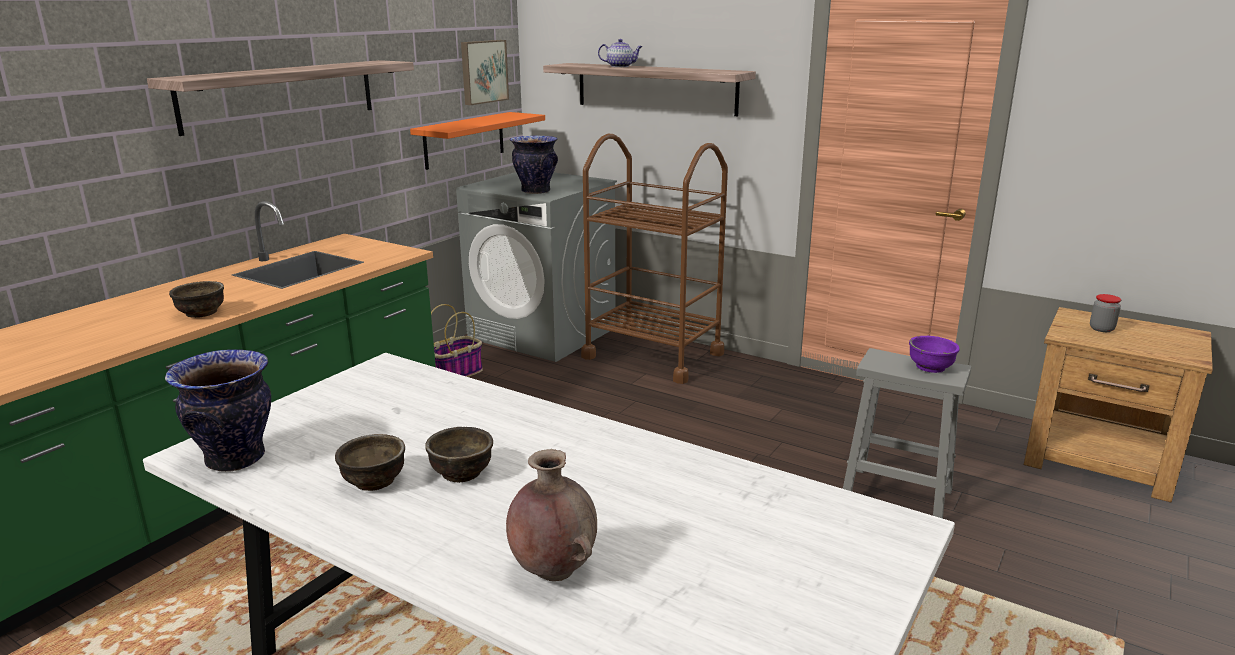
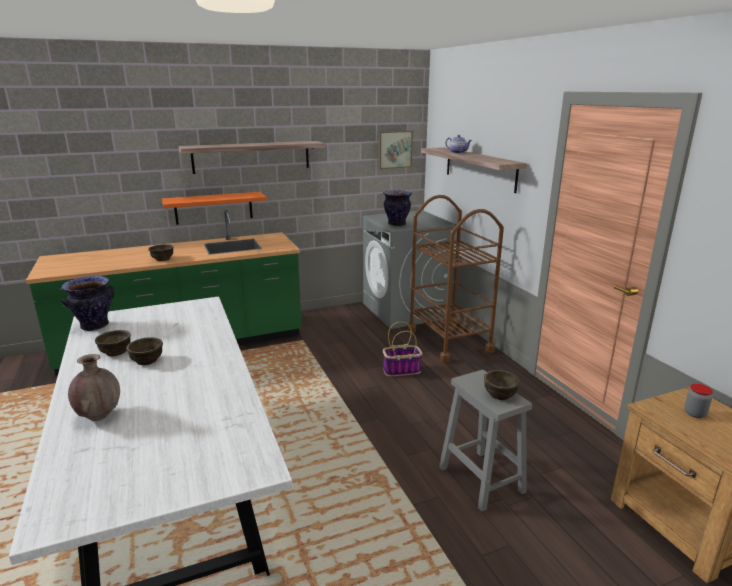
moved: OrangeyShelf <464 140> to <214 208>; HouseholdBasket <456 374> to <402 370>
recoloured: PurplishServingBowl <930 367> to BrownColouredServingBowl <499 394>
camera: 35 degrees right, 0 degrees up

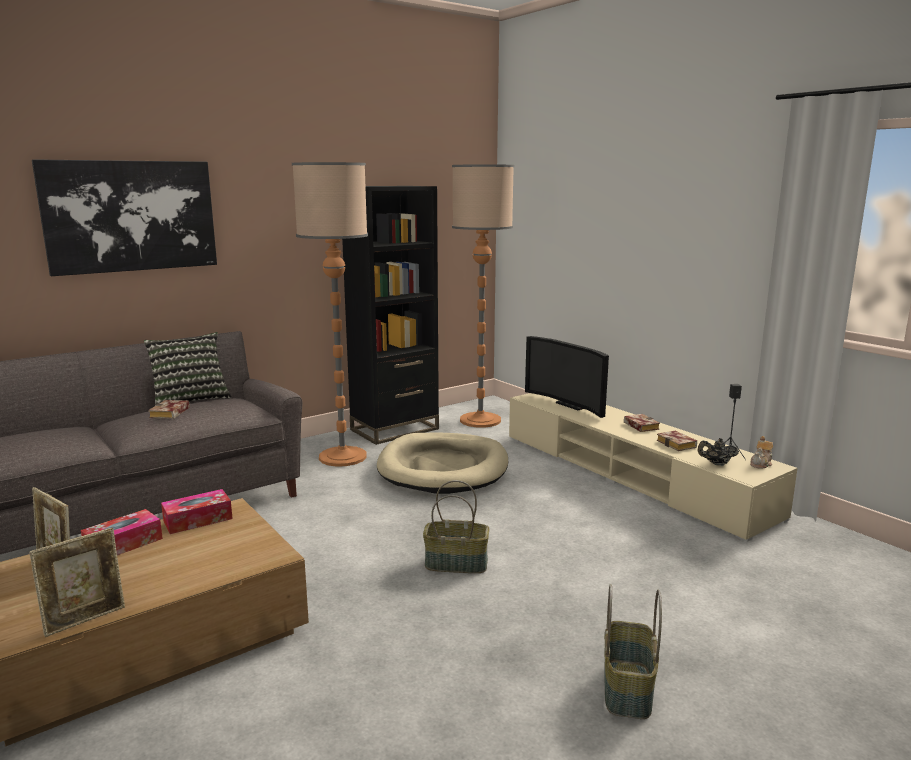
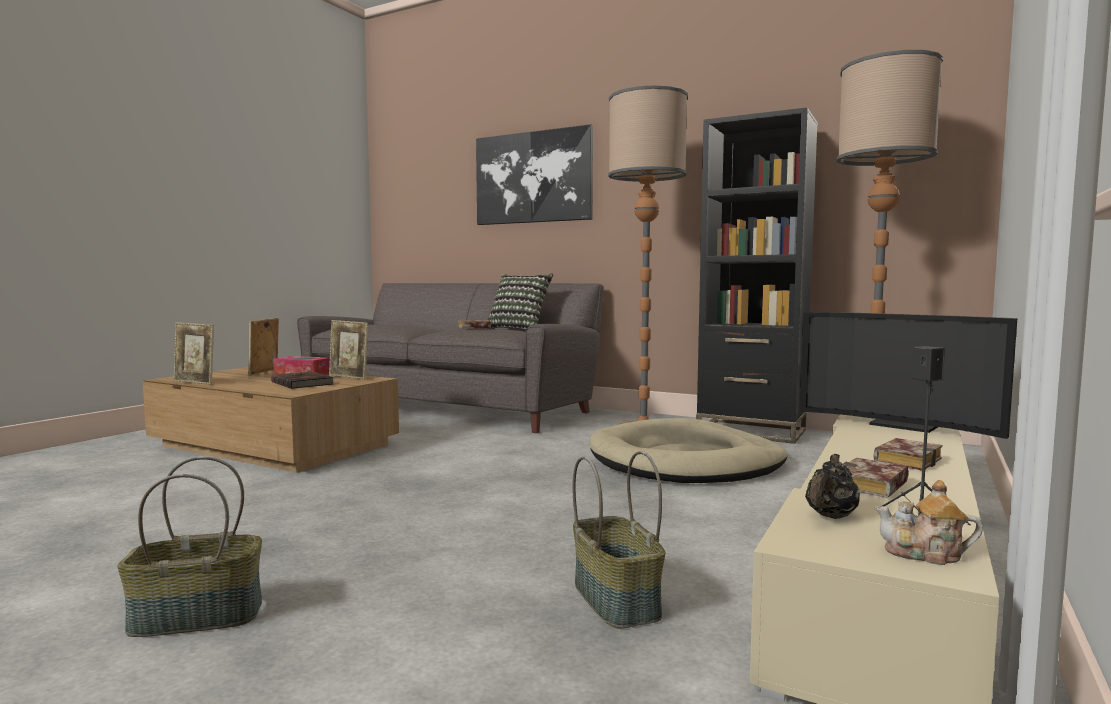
added: BrownColouredBook <303 383>
moved: HouseholdBasket <457 563> to <618 600>
replaced: BoxOfTissues <198 520> to PictureFrame <349 377>
turned: Tv <572 404> = <901 425> 75 degrees counterclockwise; BlackTeaPot <716 464> = <830 516> 120 degrees counterclockwise
camera: 65 degrees right, 10 degrees down

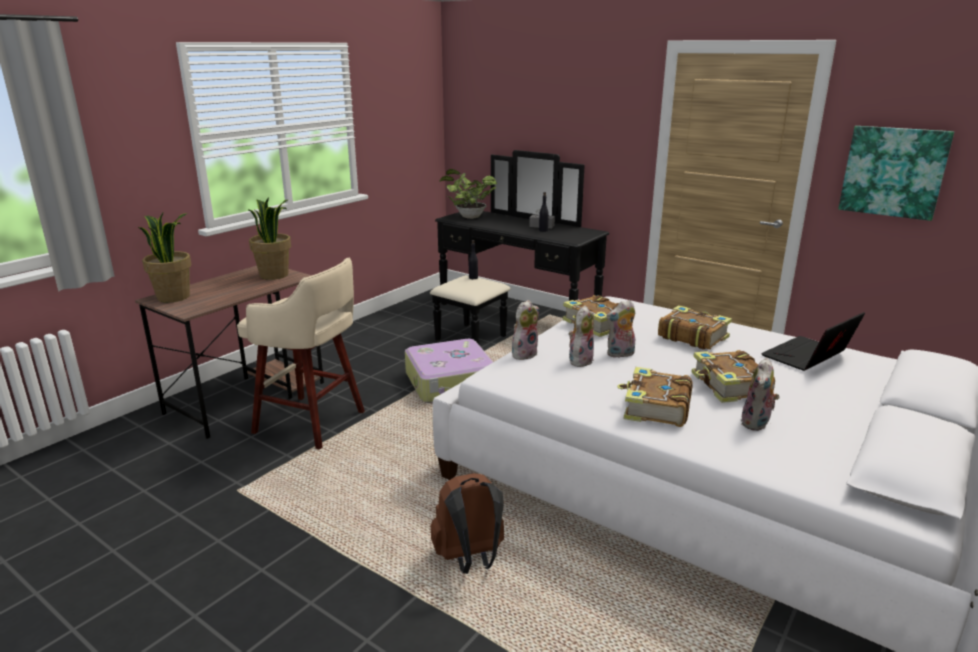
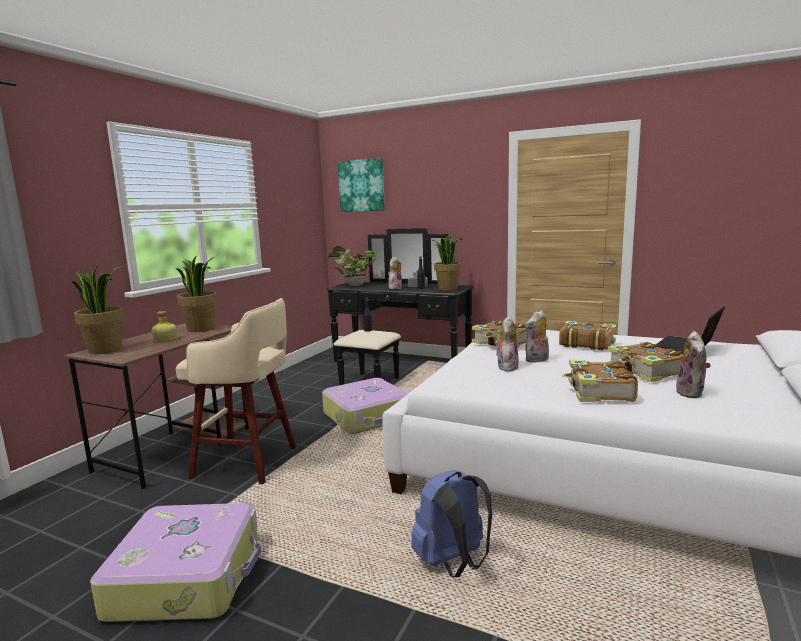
added: Suitcase <188 576>; BeverageBottle <165 339>; PottedPlant <447 289>
moved: SoftToy <524 353> to <395 288>; WallArt <893 172> to <362 185>
recoloured: BrownColouredBackpack <470 559> to BlueColouredBackpack <453 563>
camera: 10 degrees left, 10 degrees down

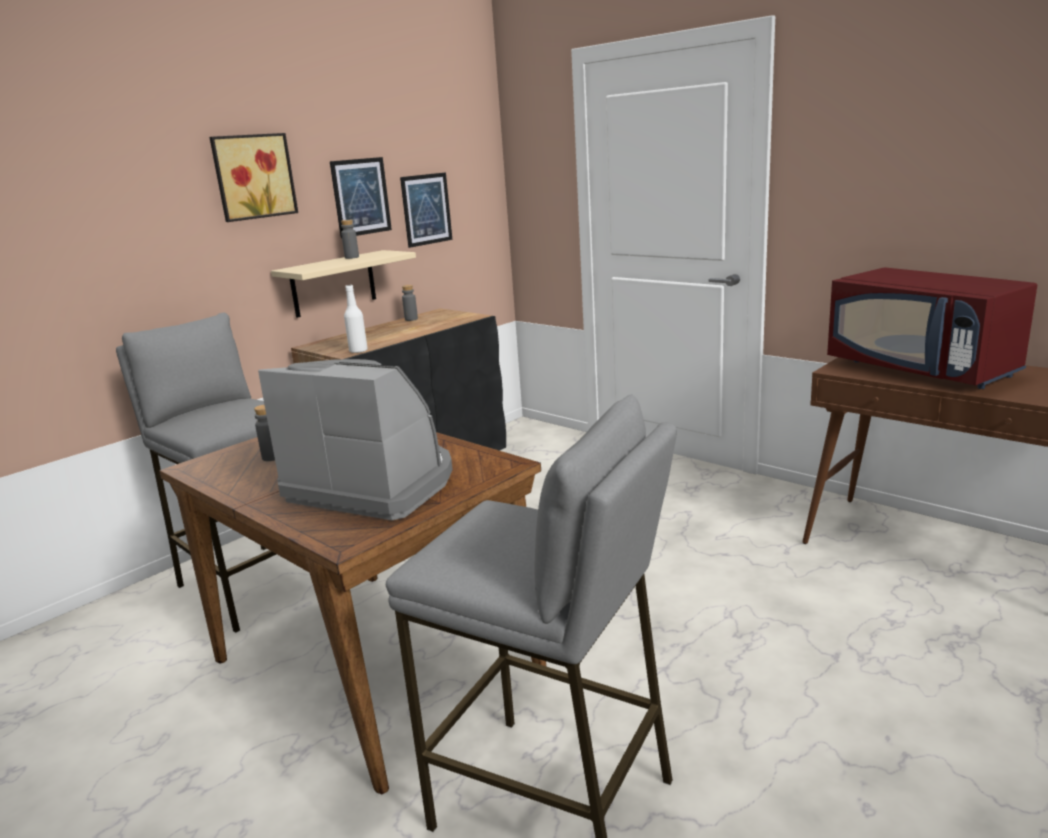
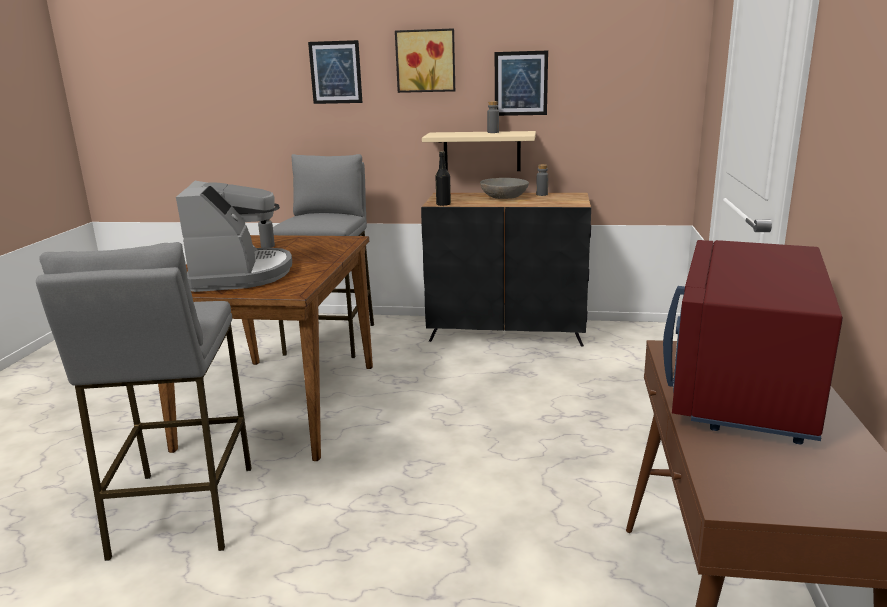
added: GreyishServingBowl <504 197>
moved: WallArt <426 209> to <335 72>
recoloured: WhiteBeverageBottle <358 351> to BlackBeverageBottle <443 204>
camera: 55 degrees right, 0 degrees up

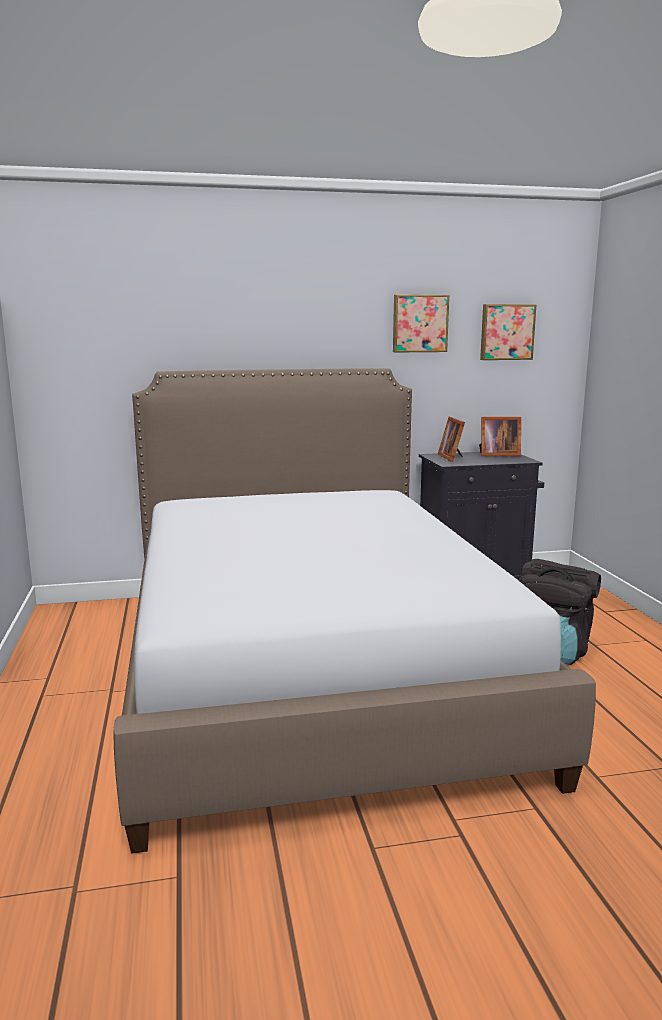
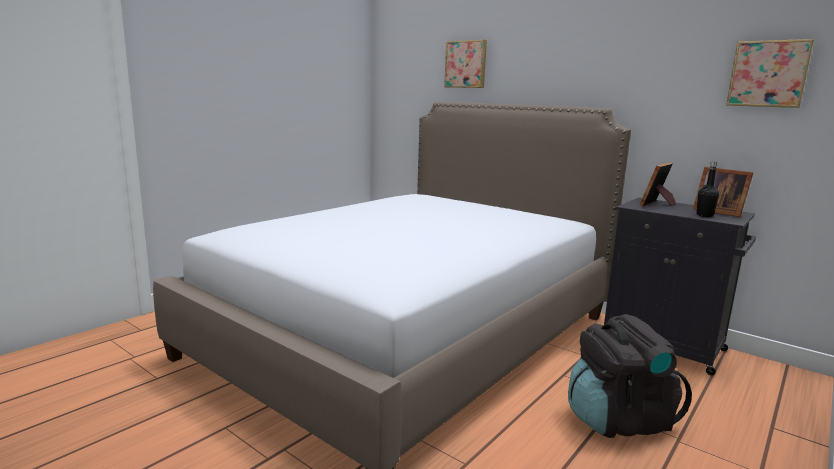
added: BlackBeverageBottle <704 215>
moved: WallArt <419 323> to <466 64>
camera: 50 degrees right, 0 degrees up

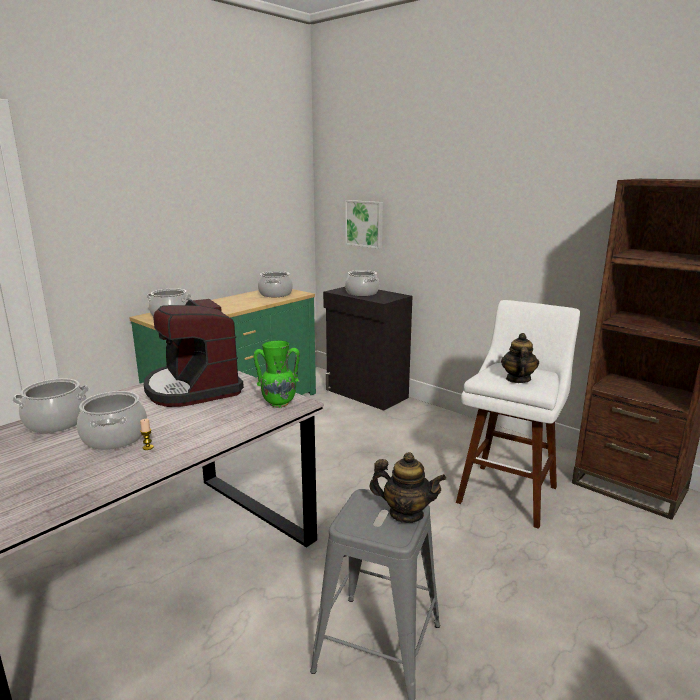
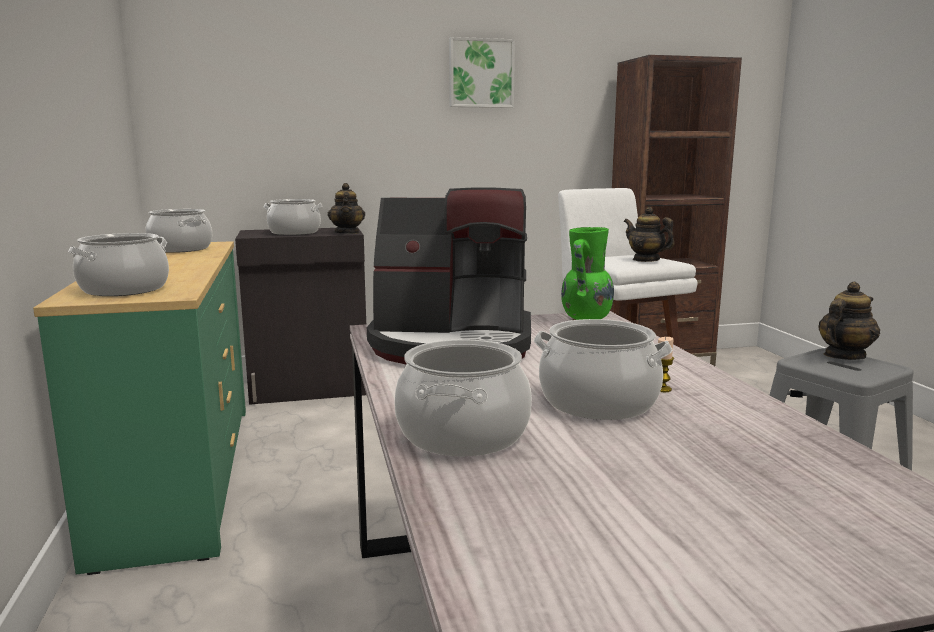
added: TeaPot <347 233>
moved: WallArt <365 223> to <481 73>
camera: 55 degrees left, 5 degrees down

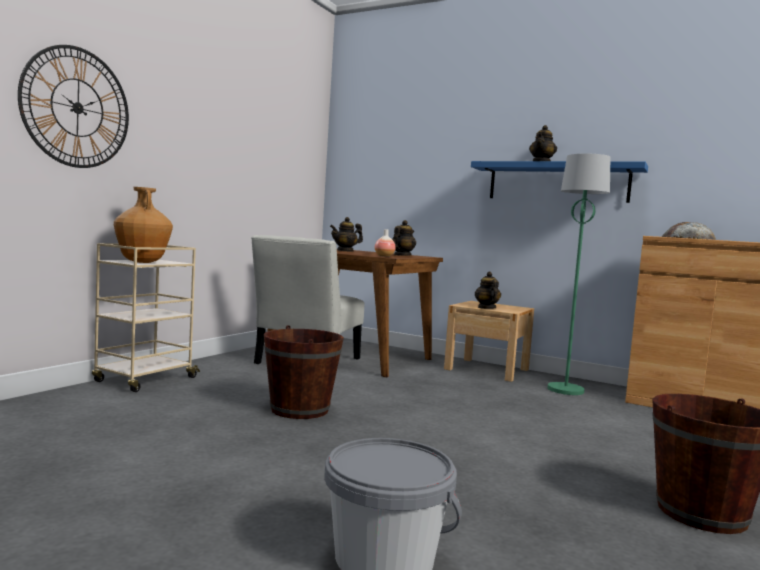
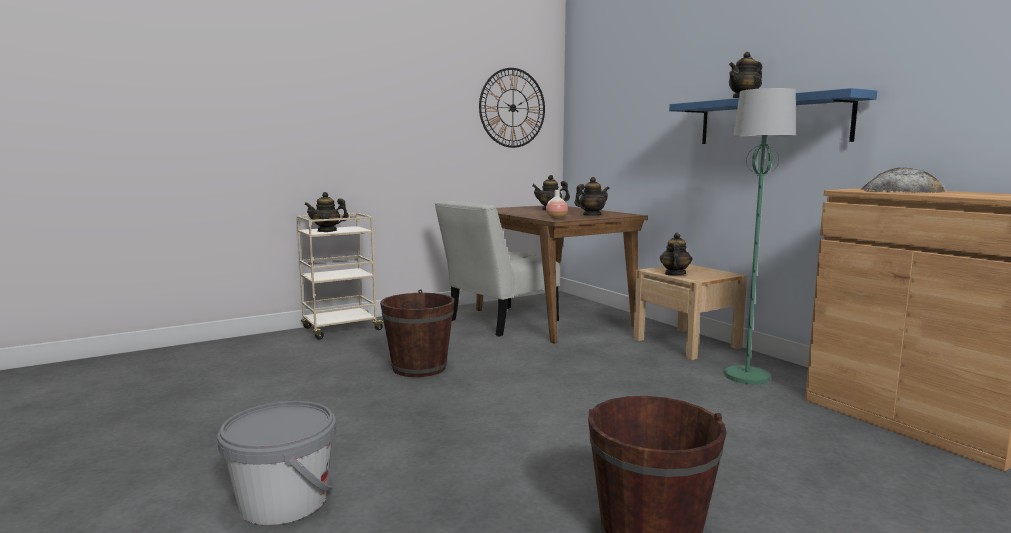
moved: WallClock <77 108> to <512 108>
replaced: BrownColouredDecorativeVase <142 262> to TeaPot <327 231>
camera: 30 degrees right, 5 degrees up

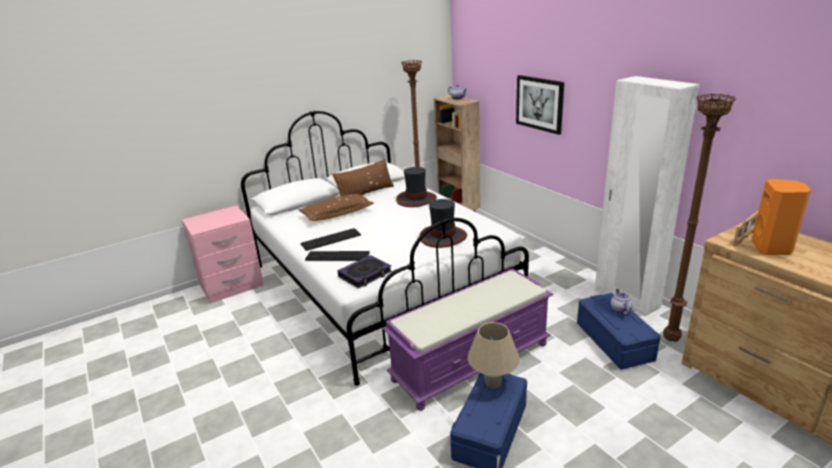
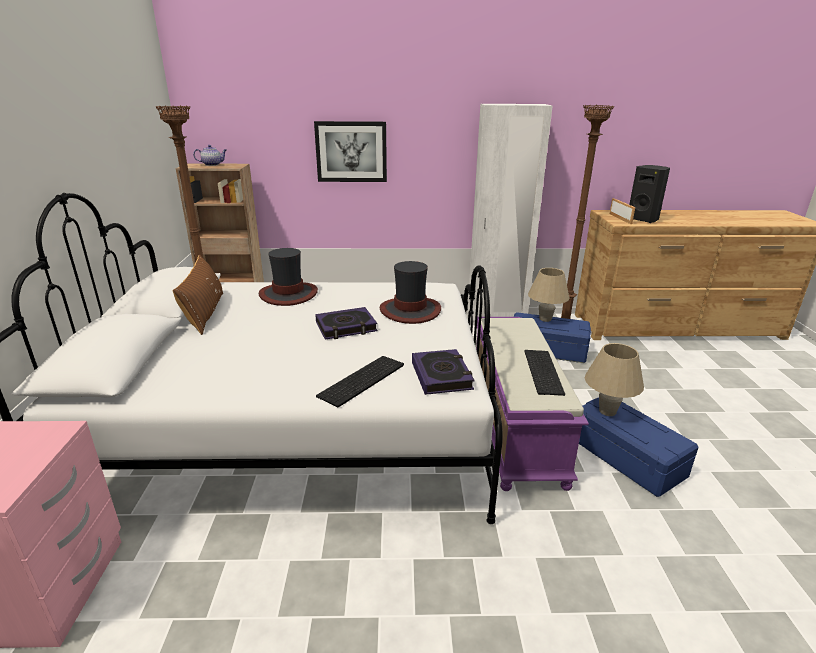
removed: BrownColouredThrowPillow <337 214>
added: Book <346 327>
moved: PcKeyboard <331 239> to <541 371>
replaced: TeaPot <620 310> to BeigeTableLamp <545 319>
recoloured: OrangeyAudioSpeaker <772 248> to BlackAudioSpeaker <643 219>
camera: 60 degrees left, 0 degrees up

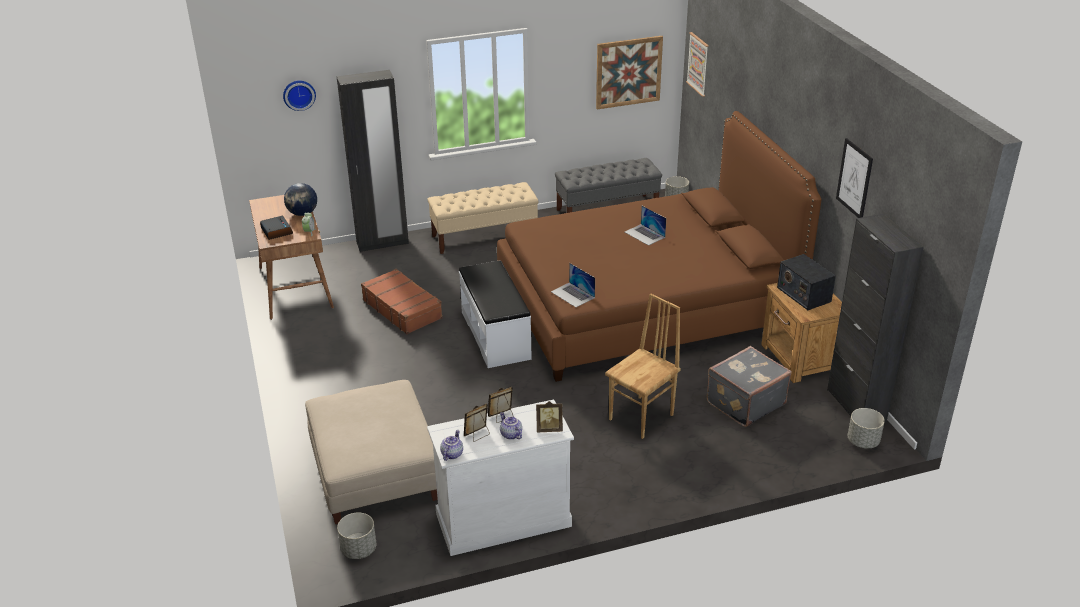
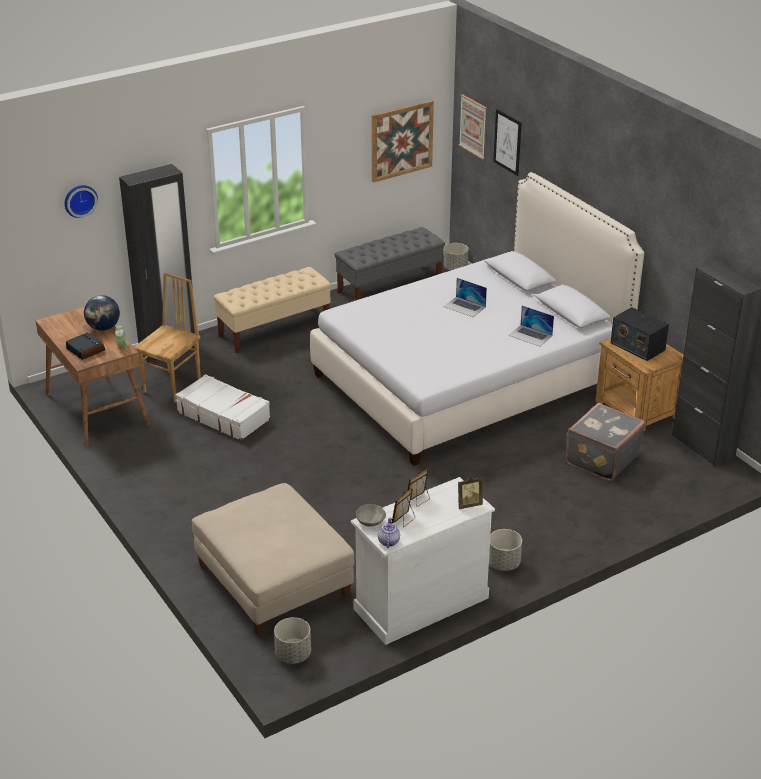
removed: WhiteLongSeat <496 335>; TeaPot <510 434>
added: GreyishServingBowl <370 522>
moved: Laptop <573 295> to <530 335>; BrownColouredPlainChair <642 417> to <173 386>; WallArt <854 179> to <507 142>; GreyishFlowerPot <863 441> to <503 564>
recoloured: BrownColouredSuitcase <402 309> to WhiteSuitcase <223 415>; BrownColouredBedroomBed <645 306> to WhiteBedroomBed <469 379>
camera: 15 degrees left, 0 degrees up

